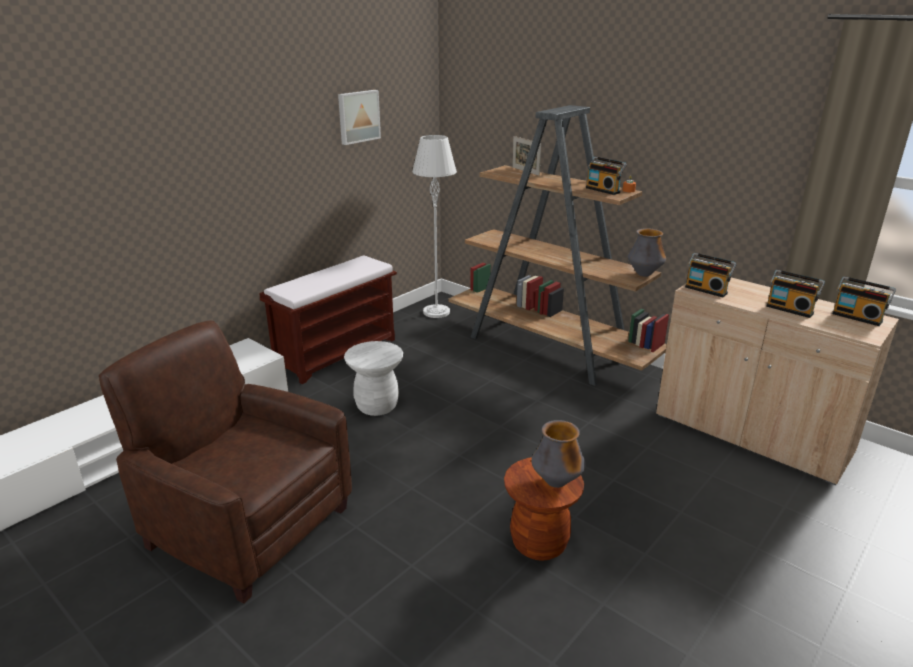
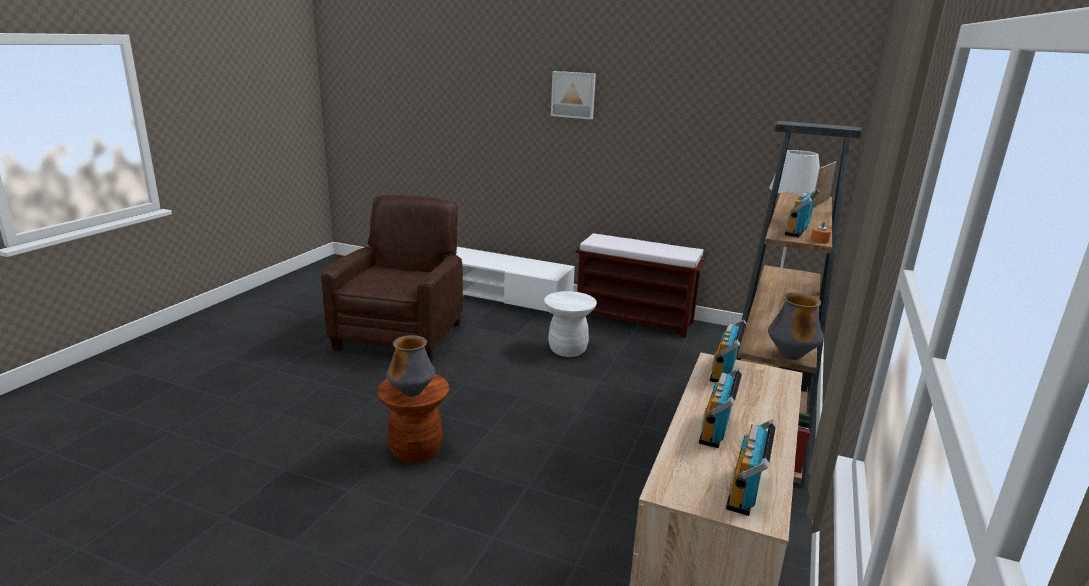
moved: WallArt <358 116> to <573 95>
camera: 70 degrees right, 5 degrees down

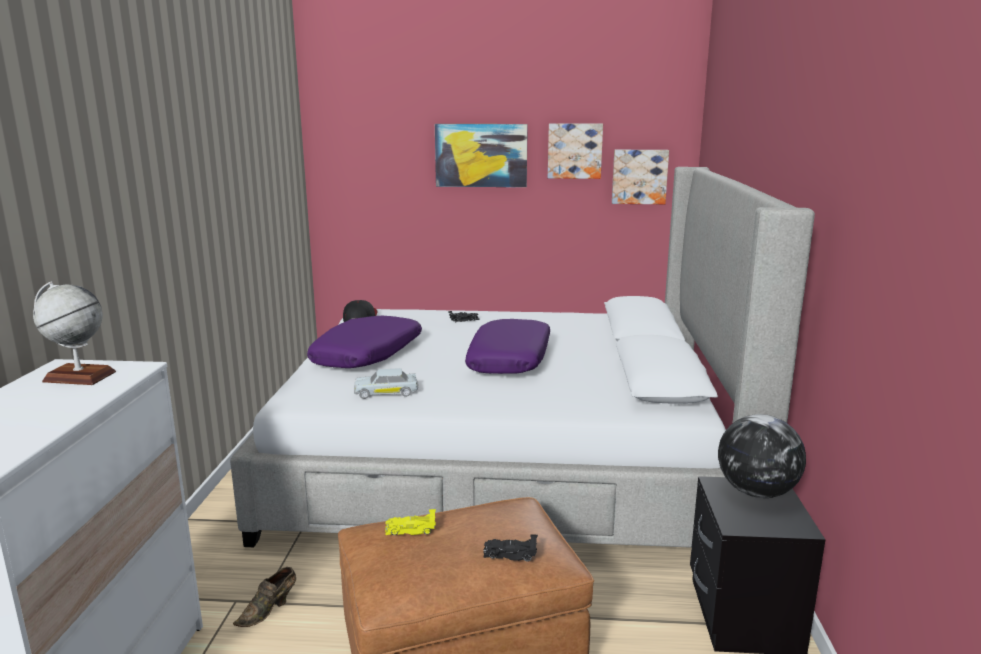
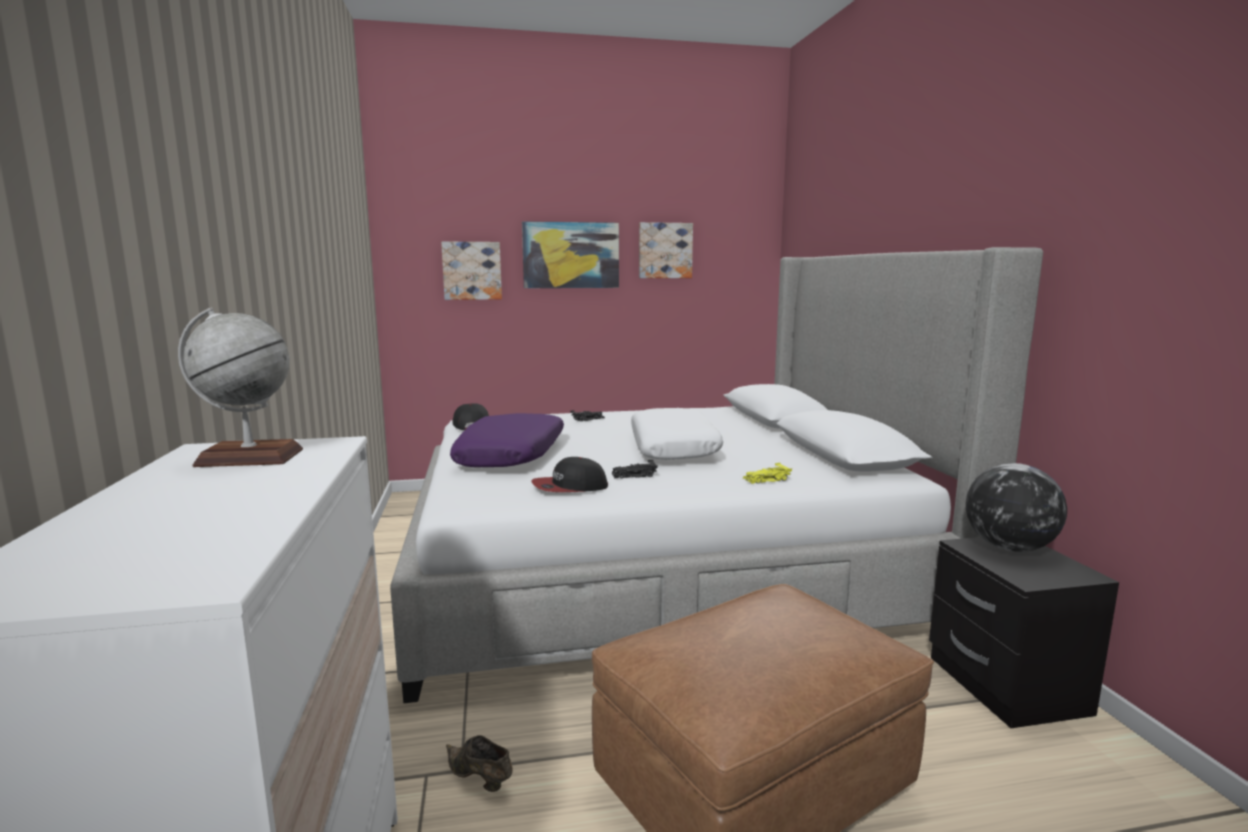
moved: YellowColouredToyCar <410 529> to <766 479>; BlackToyCar <510 553> to <633 475>; WallArt <639 176> to <472 270>
replaced: WhiteToyCar <386 392> to Cap <569 487>
recoloured: PurplishThrowPillow <510 359> to WhiteThrowPillow <674 448>
turned: BrownColouredShoe <269 610> = <479 778> 105 degrees clockwise
camera: 15 degrees left, 5 degrees down

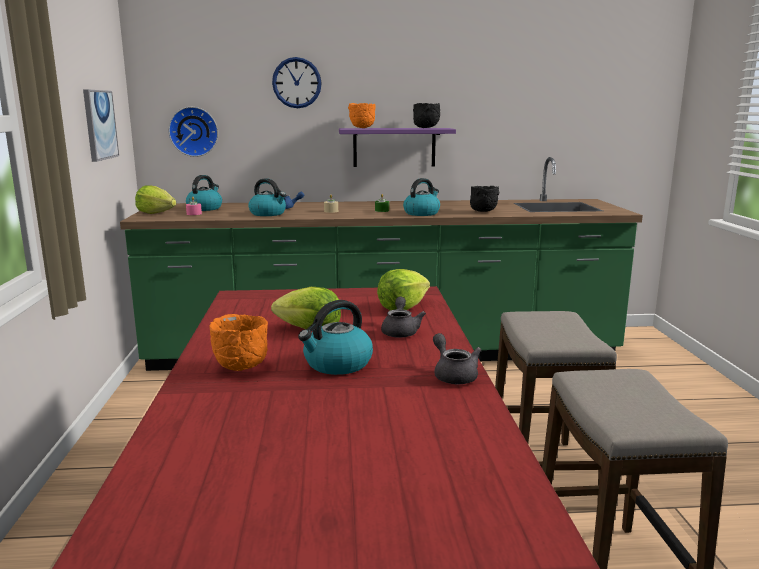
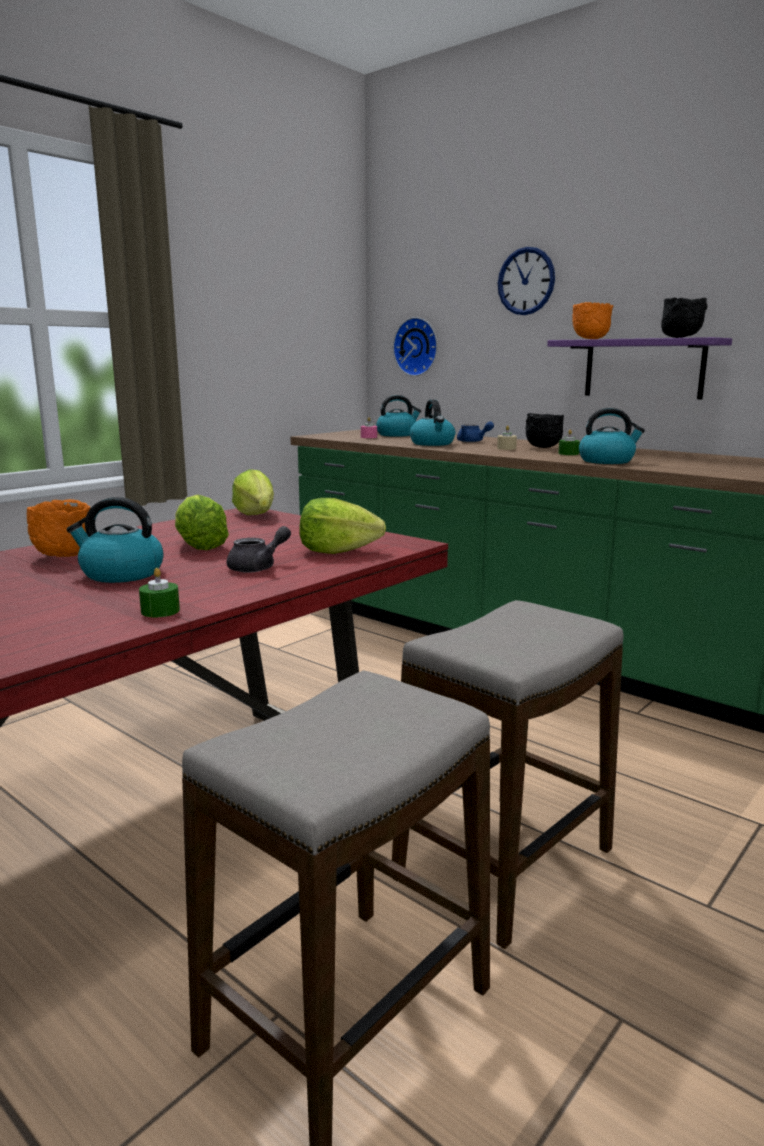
removed: WallArt <99 125>
moved: LettuceHead <156 213> to <256 515>; BlackServingBowl <483 212> to <542 448>
replaced: GreyishTeaPot <453 375> to GreenWaxCandle <160 611>
camera: 45 degrees right, 0 degrees up

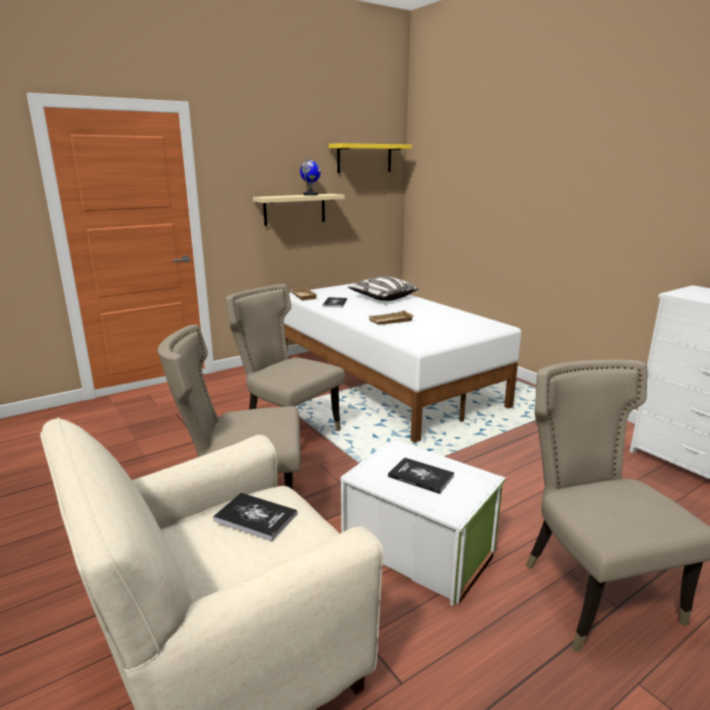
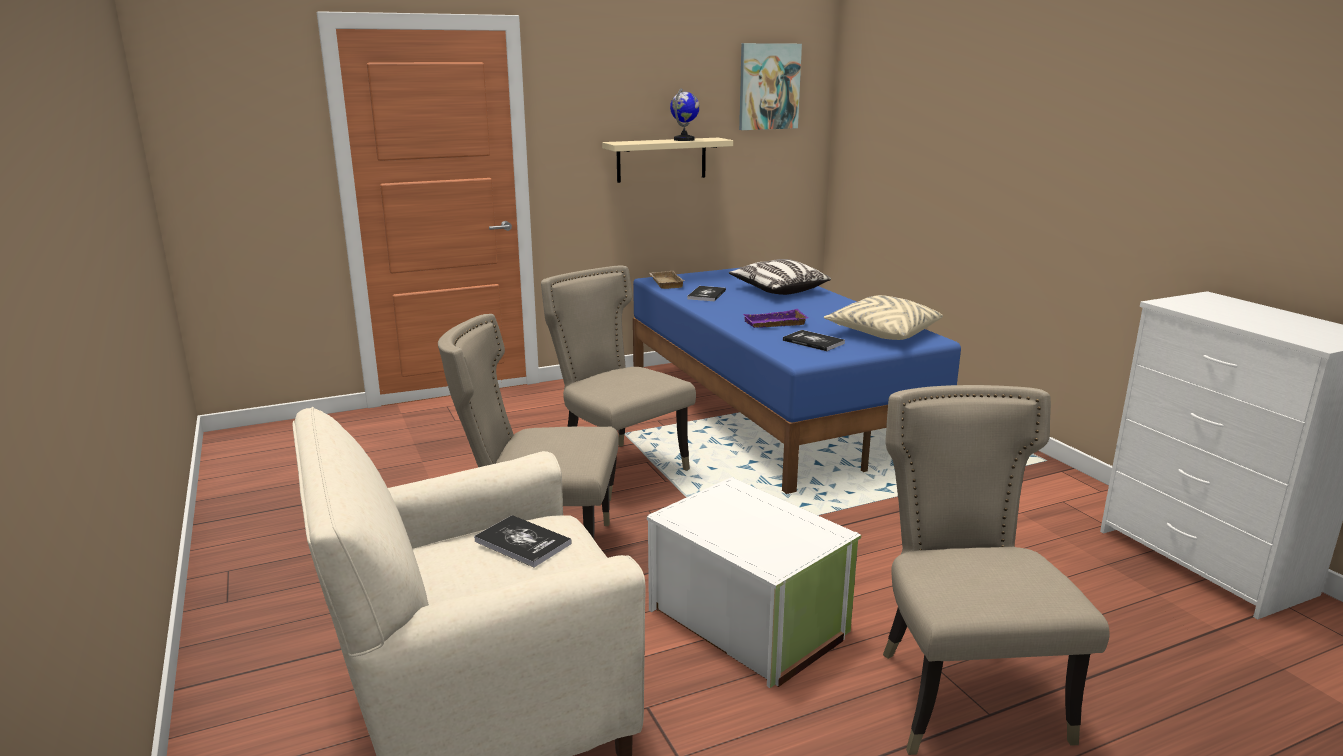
added: BeigeThrowPillow <882 333>
moved: Book <421 476> to <813 342>
replaced: YellowColouredShelf <364 158> to WallArt <768 86>
recoloured: WhiteBedroomBed <385 380> to BlueColouredBedroomBed <772 408>; BeigeTray <391 321> to PurplishTray <774 324>
camera: 10 degrees right, 0 degrees up

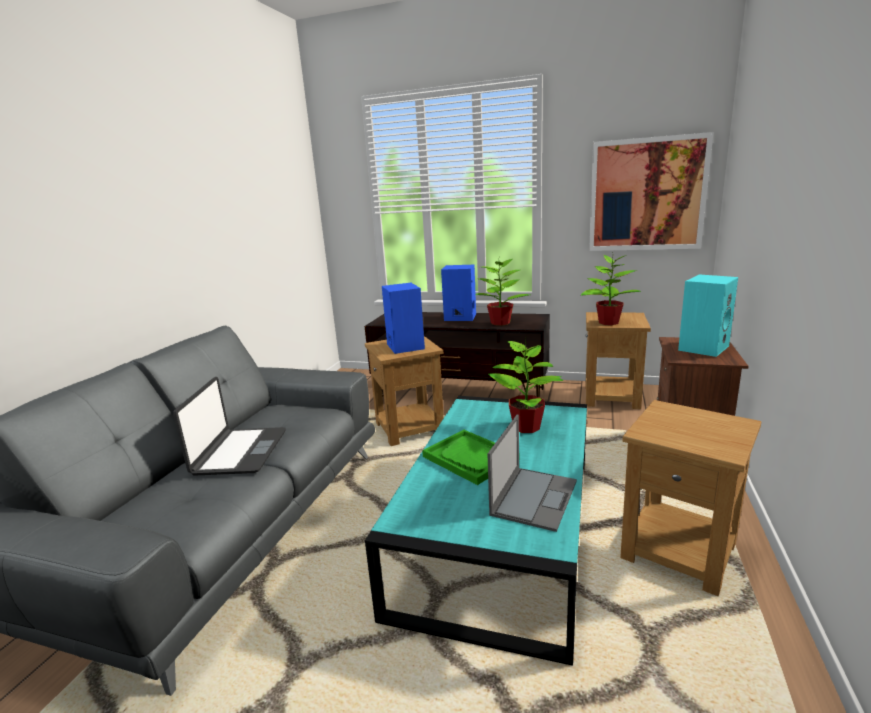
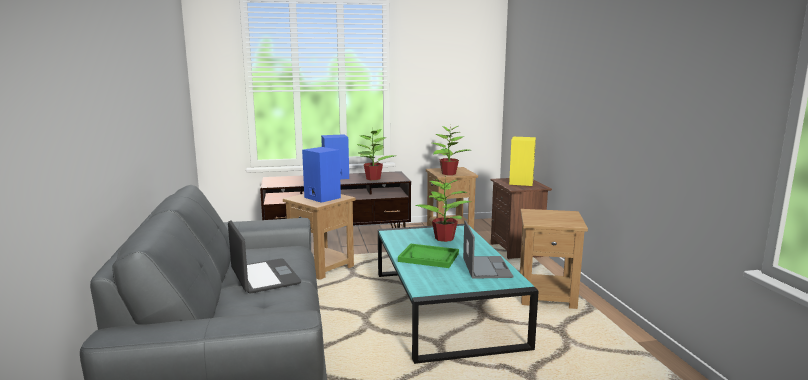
removed: WallArt <646 195>
recoloured: TurquoiseAudioSpeaker <702 347> to YellowColouredAudioSpeaker <520 182>
camera: 30 degrees left, 5 degrees down

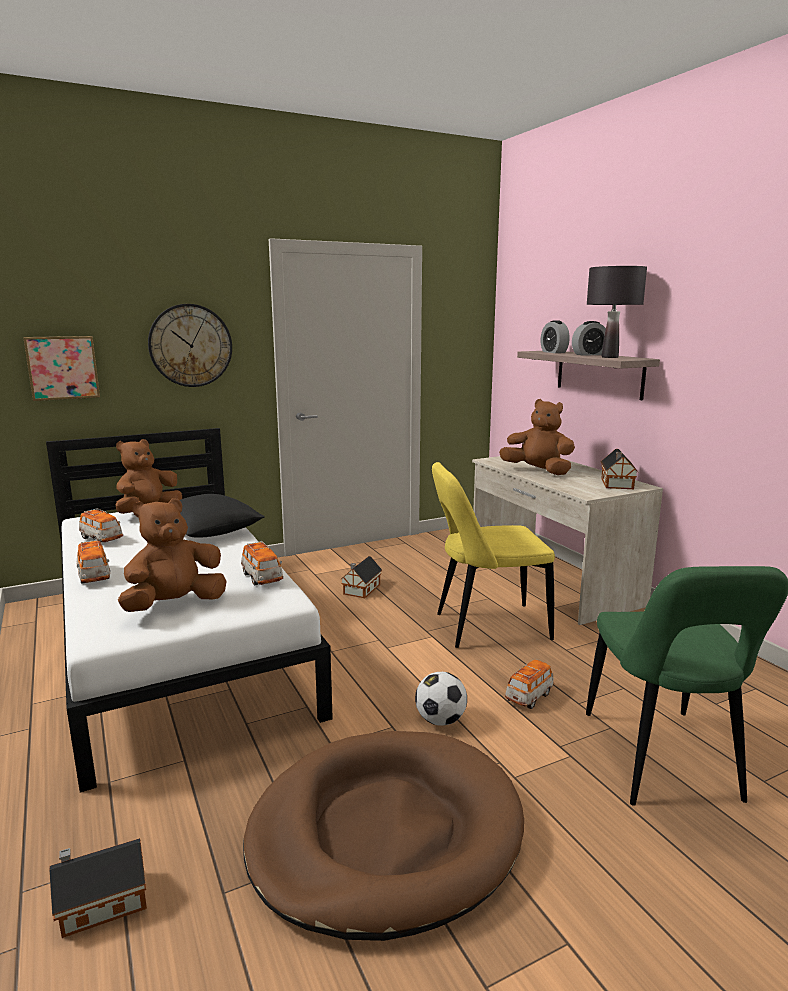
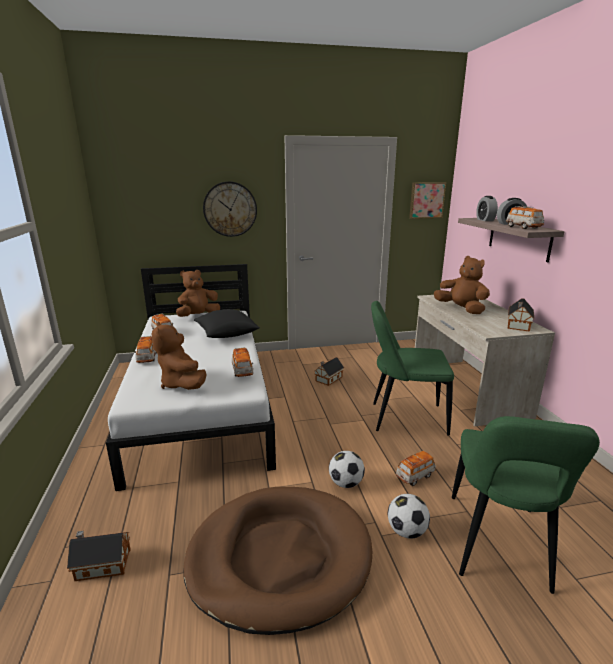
added: FootballBall <406 531>
moved: WallArt <62 367> to <426 200>
replaced: BlackTableLamp <609 357> to ToyCar <523 227>
recoloured: YellowColouredPlainChair <486 627> to GreenPlainChair <404 418>
turned: BrownColouredSoftToy <175 604> = <182 384> 90 degrees counterclockwise
camera: 15 degrees right, 5 degrees up

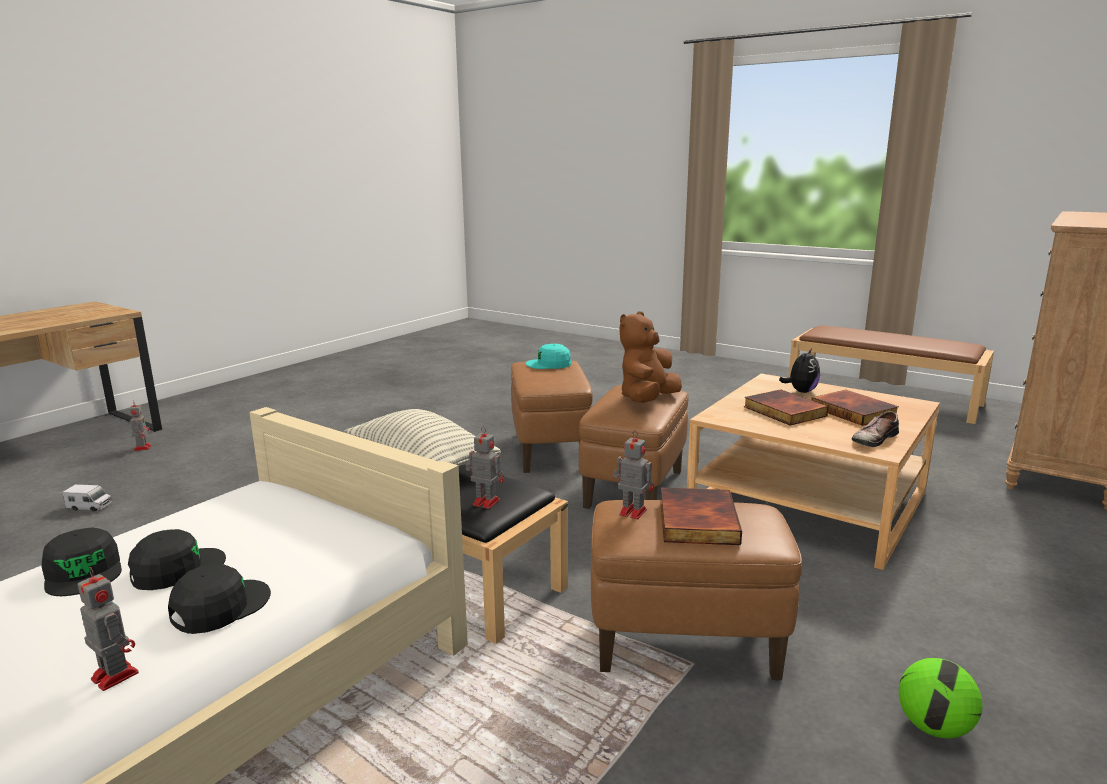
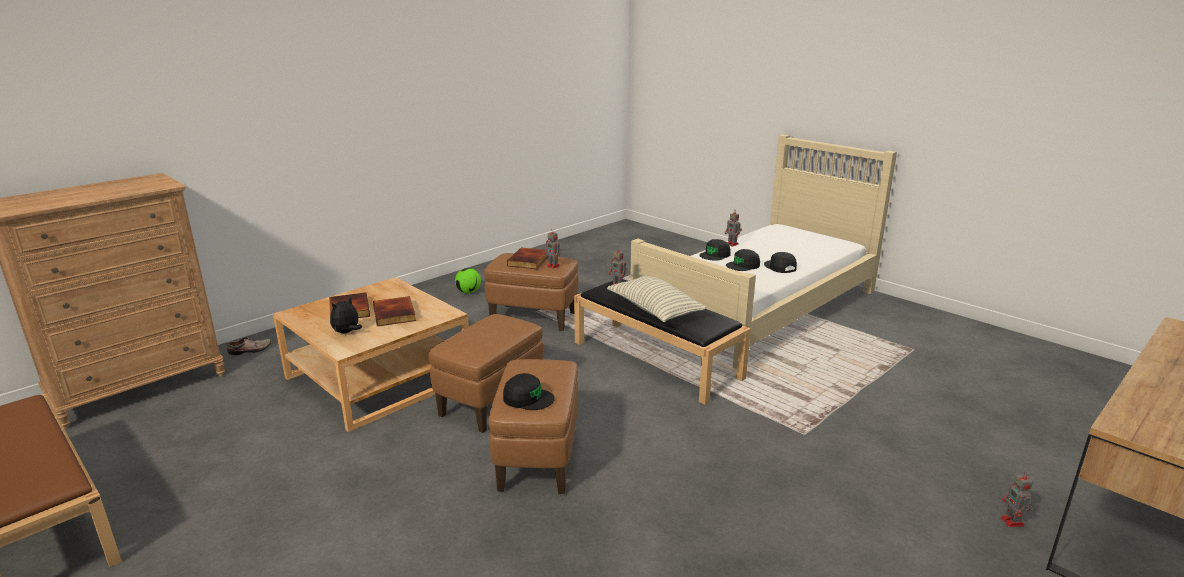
removed: ToyTruck <90 507>; BrownColouredSoftToy <647 400>
moved: Shoe <873 439> to <250 350>
recoloured: TurquoiseCap <549 364> to BlackCap <528 398>
camera: 170 degrees left, 5 degrees up

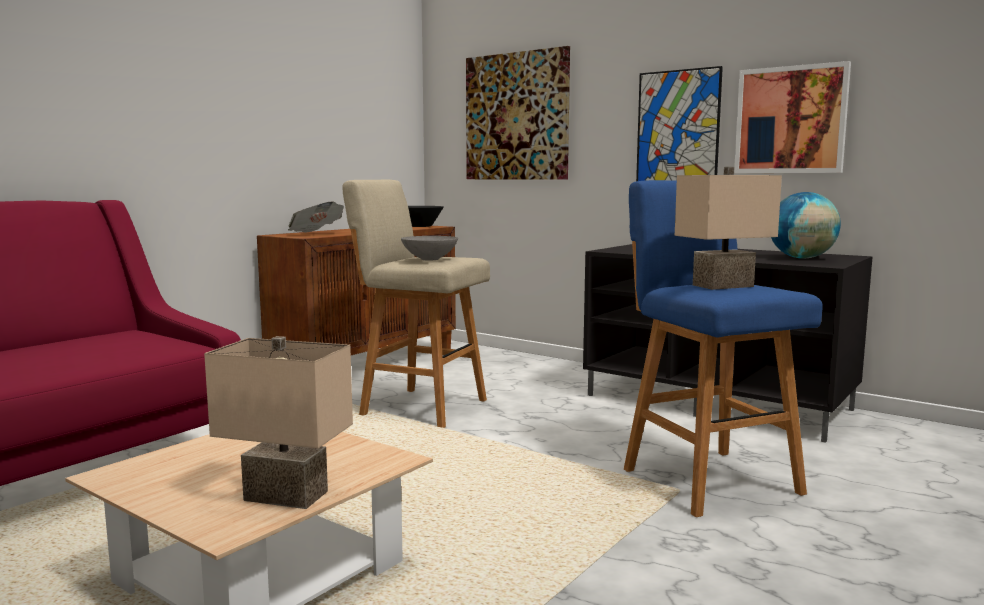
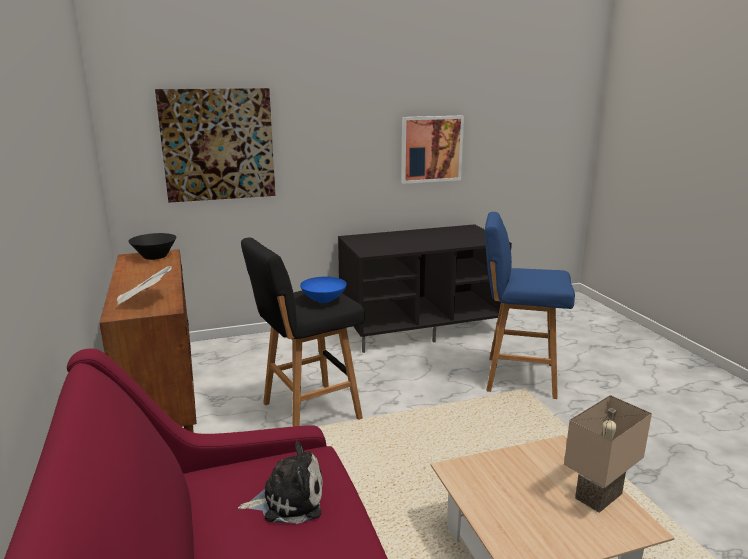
removed: WallArt <677 133>; BeigeTableLamp <724 286>; Globe <801 258>
added: SoftToy <288 500>
recoloured: BeigeStool <420 407> to BlackStool <308 412>; GreyishServingBowl <430 259> to BlueColouredServingBowl <323 300>
camera: 55 degrees left, 10 degrees up

